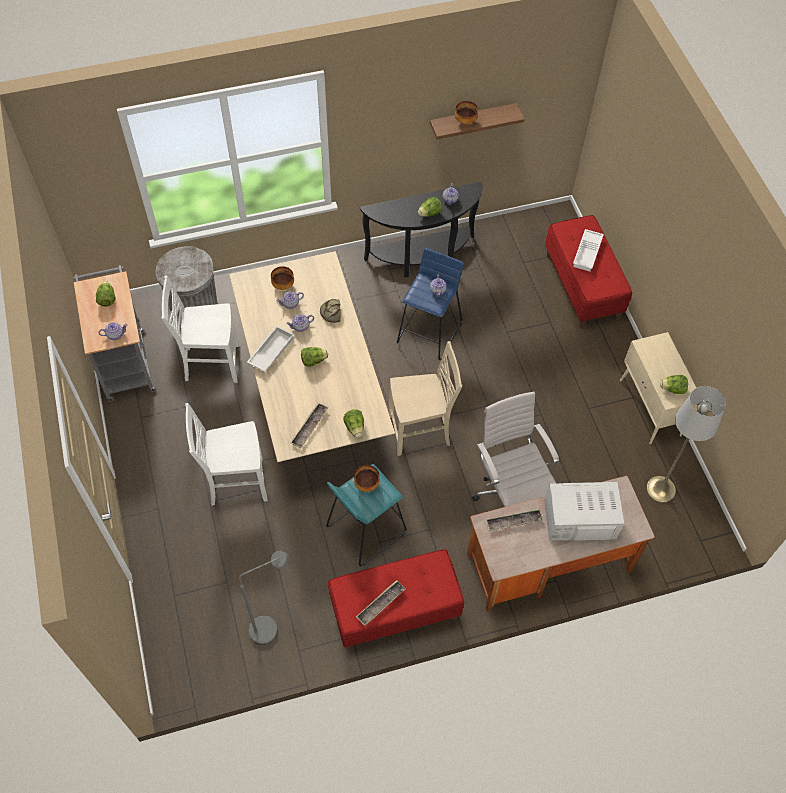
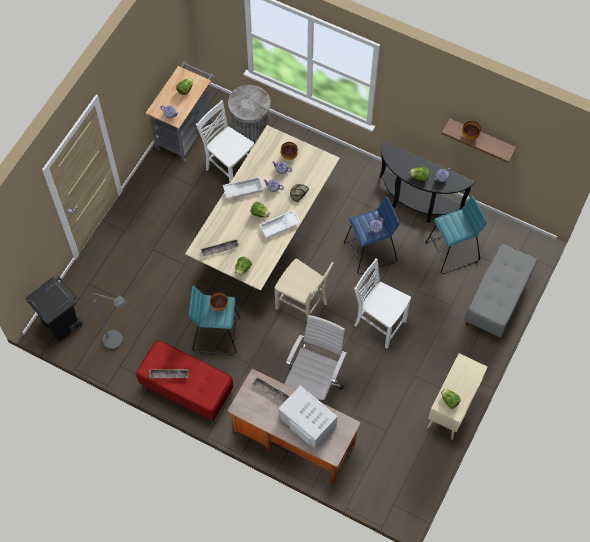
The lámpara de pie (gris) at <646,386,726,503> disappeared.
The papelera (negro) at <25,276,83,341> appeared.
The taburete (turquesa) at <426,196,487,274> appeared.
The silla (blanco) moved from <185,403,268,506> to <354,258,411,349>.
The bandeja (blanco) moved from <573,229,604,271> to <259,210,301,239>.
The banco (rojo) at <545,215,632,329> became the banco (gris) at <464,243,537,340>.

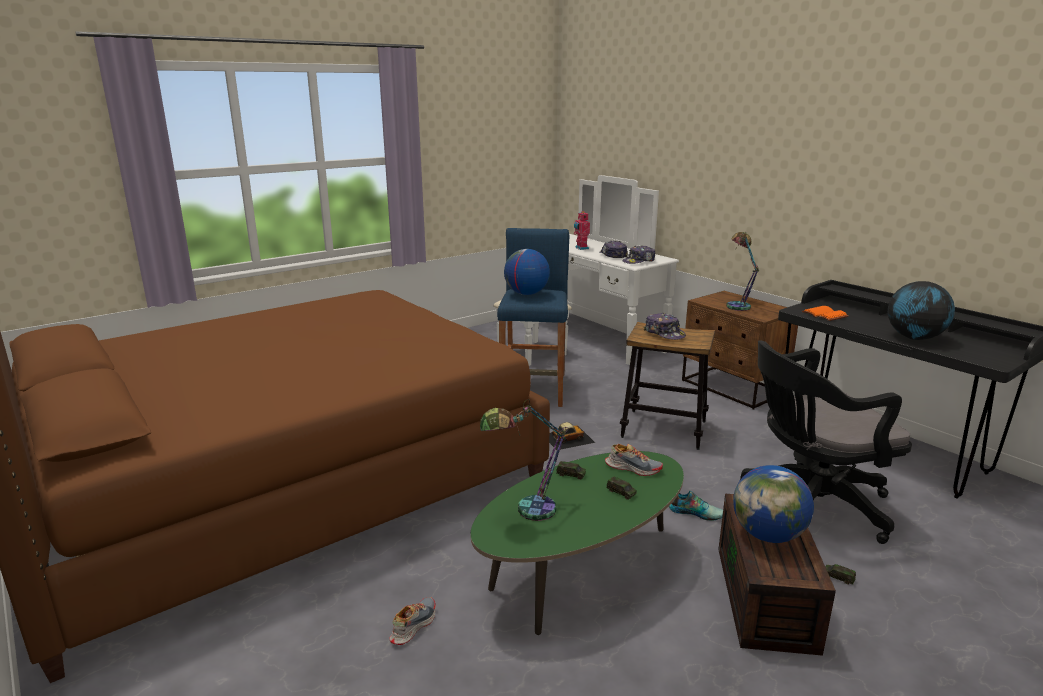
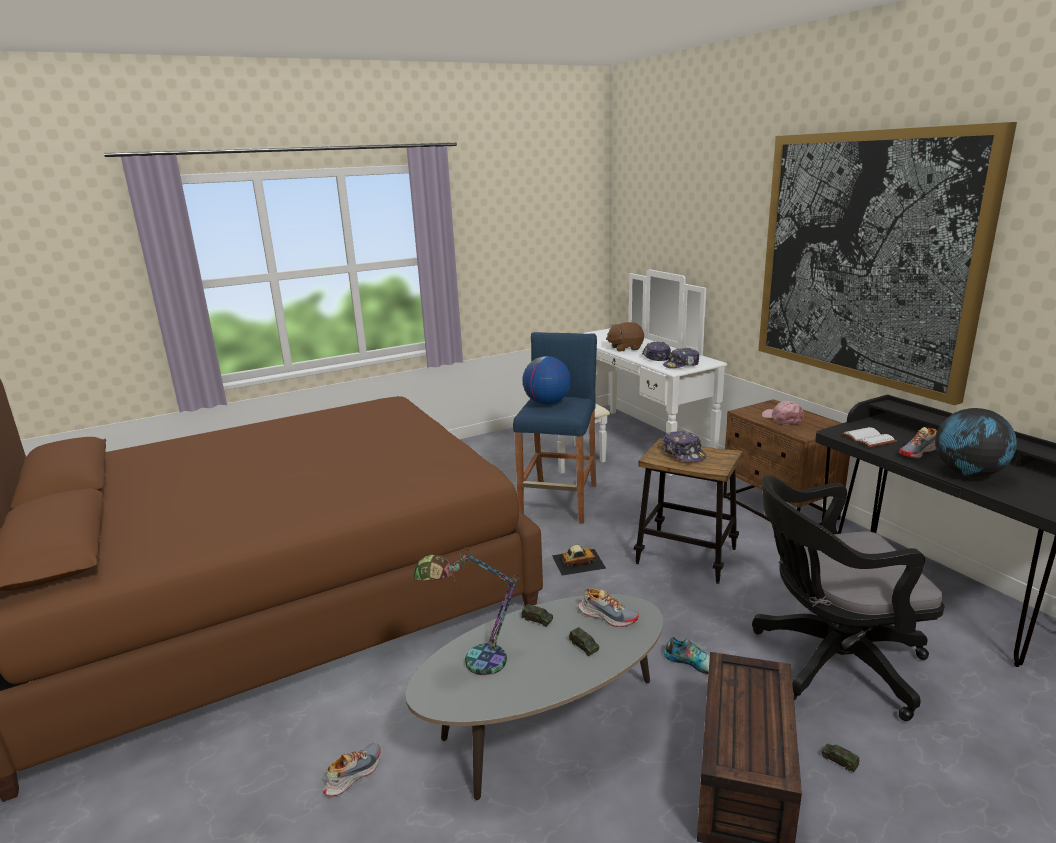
The globo terráqueo at <733,465,814,543> disappeared.
The cuadro at <758,122,1017,405> appeared.
The zapato at <899,427,937,458> appeared.
The robot de juguete at <574,211,590,250> was replaced by the peluche (marrón) at <606,322,644,352>.
The lámpara de mesa at <726,232,759,311> was replaced by the gorra (rosa) at <762,401,804,425>.
The mesa de centro (verde) at <470,451,684,635> became the mesa de centro (gris) at <405,594,663,800>.
The libro (naranja) at <802,306,849,321> became the libro (blanco) at <842,427,897,447>.

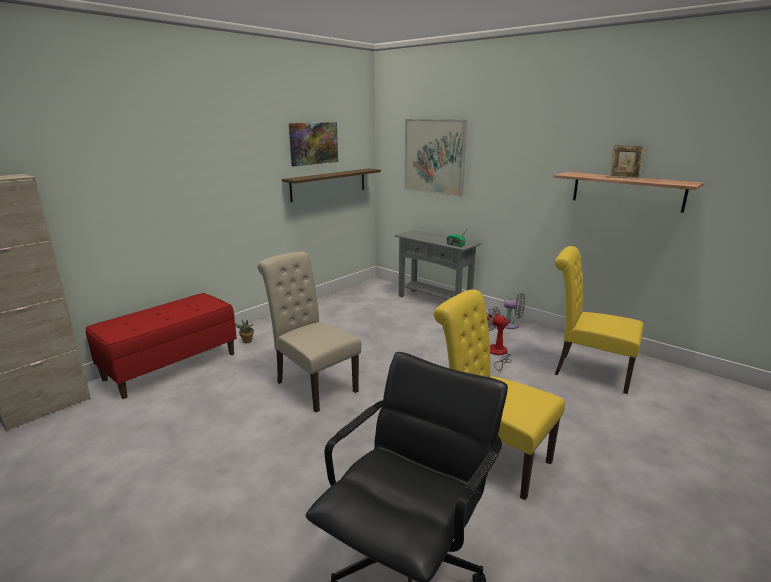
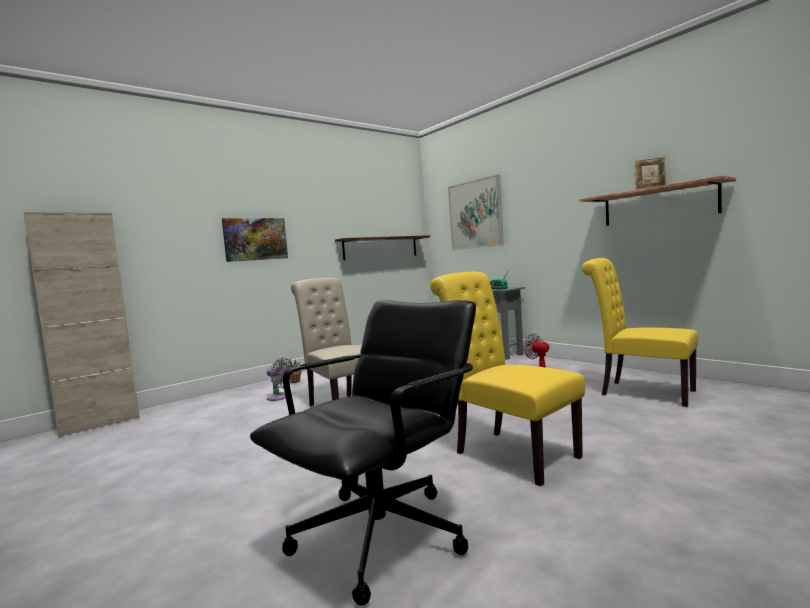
The banco (rojo) at <86,293,237,399> disappeared.
The cuadro moved from <289,122,338,166> to <222,218,288,262>.
The ventilador (gris) moved from <504,293,525,329> to <267,358,294,401>.

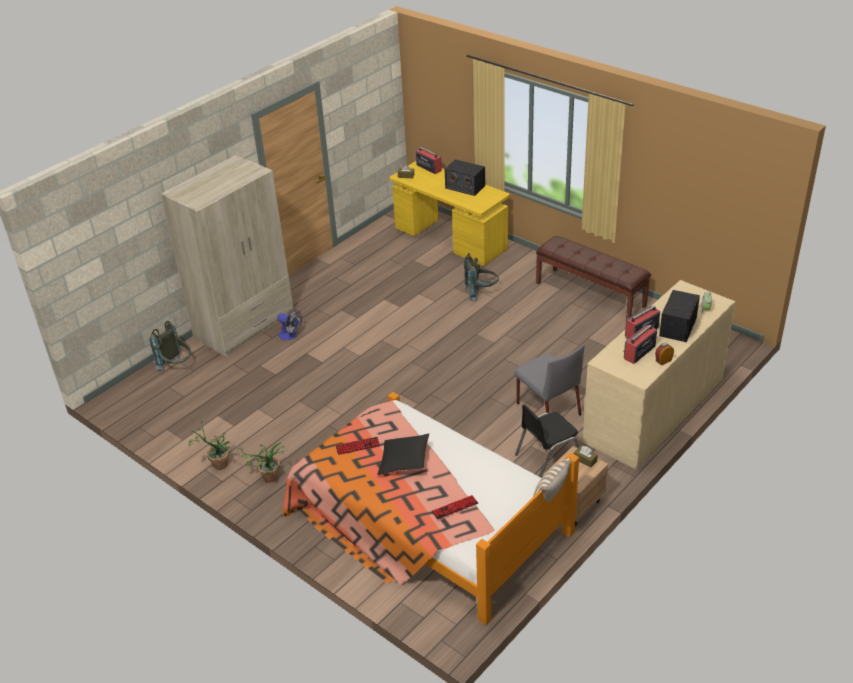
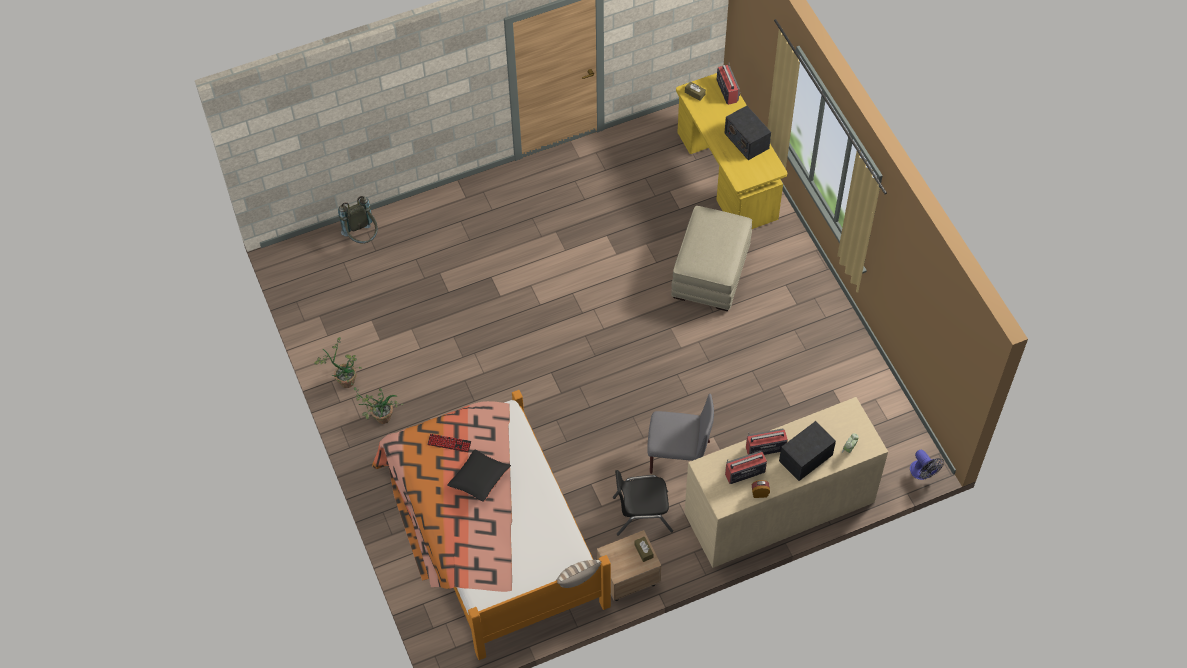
The armario ropero (beis) at <161,155,294,357> disappeared.
The teclado at <432,495,478,519> disappeared.
The banco (marrón) at <536,236,651,319> disappeared.
The ventilador moved from <277,310,302,340> to <910,450,944,480>.
The mochila (gris) at <464,253,499,301> was replaced by the puf (beis) at <671,206,752,311>.
The silla (gris) at <514,345,584,416> turned 75 degrees counterclockwise.

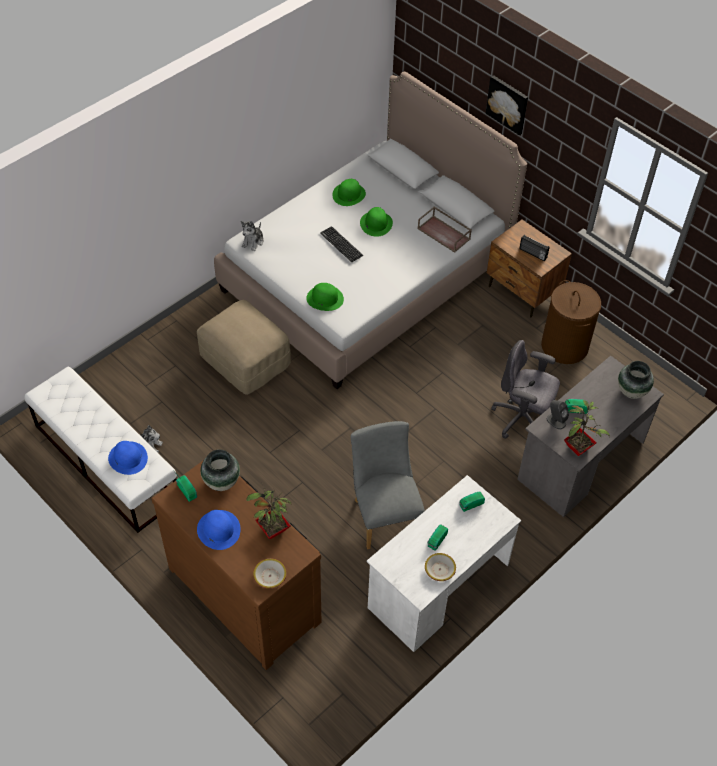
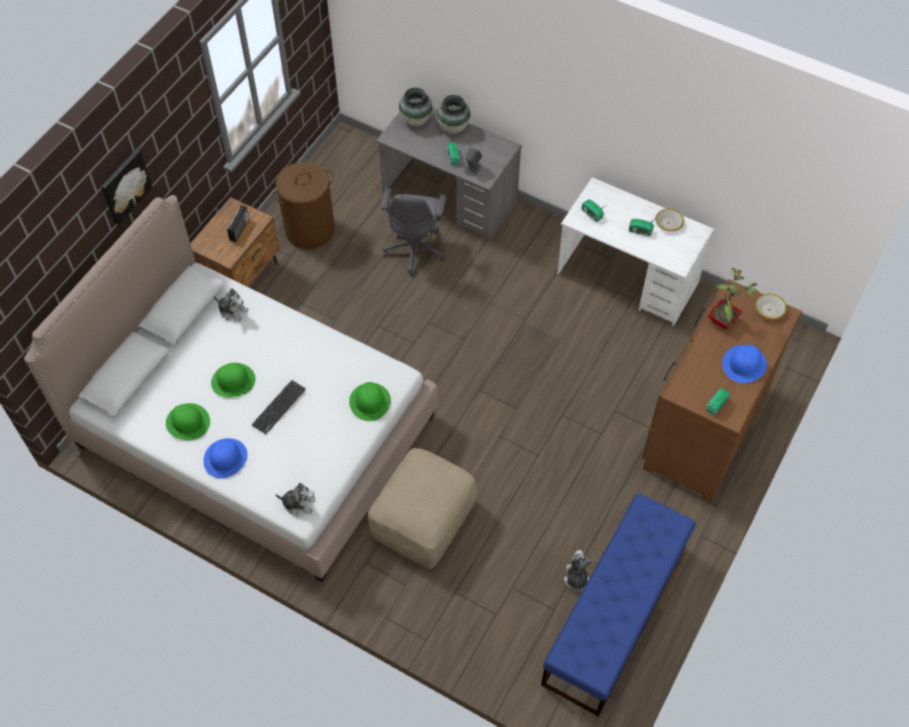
The silla (gris) at <351,421,425,549> disappeared.
The planta en maceta at <564,400,610,456> disappeared.
The sombrero (azul) moved from <108,441,148,475> to <204,438,247,478>.
The florero moved from <200,449,240,491> to <437,95,471,133>.
The bandeja (marrón) at <417,207,472,253> was replaced by the peluche at <213,288,249,322>.
The banco (blanco) at <24,367,177,533> became the banco (azul) at <541,493,696,717>.

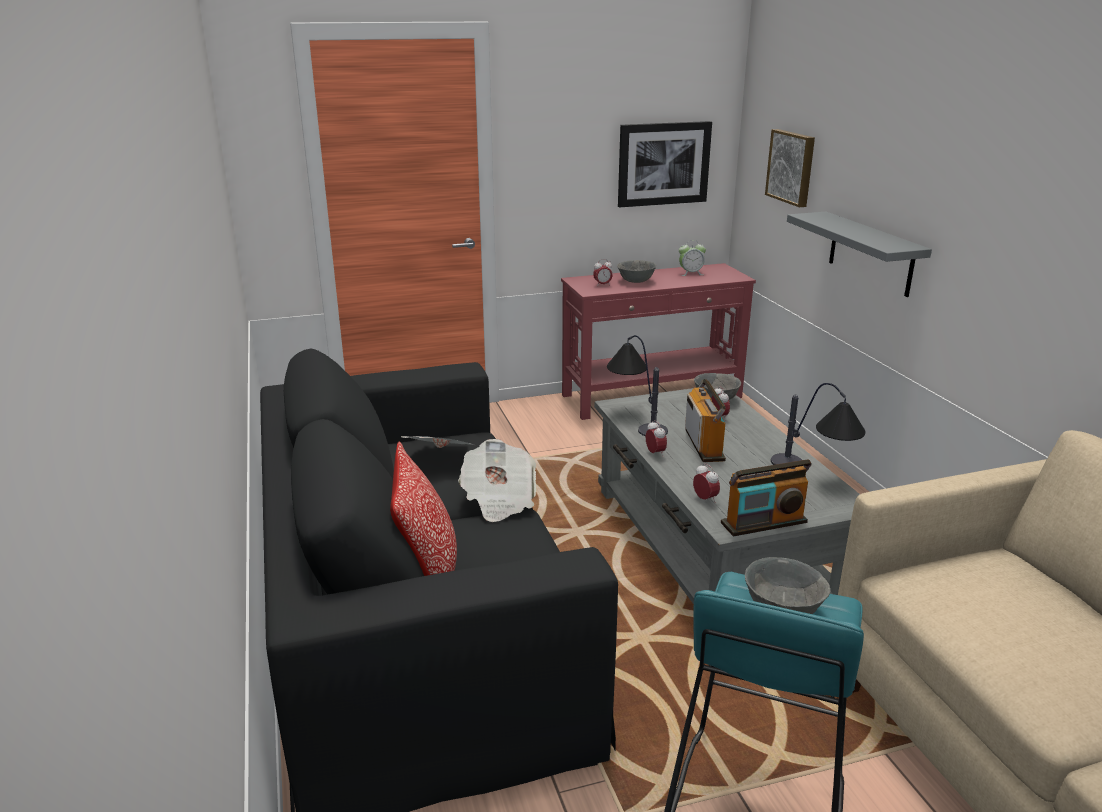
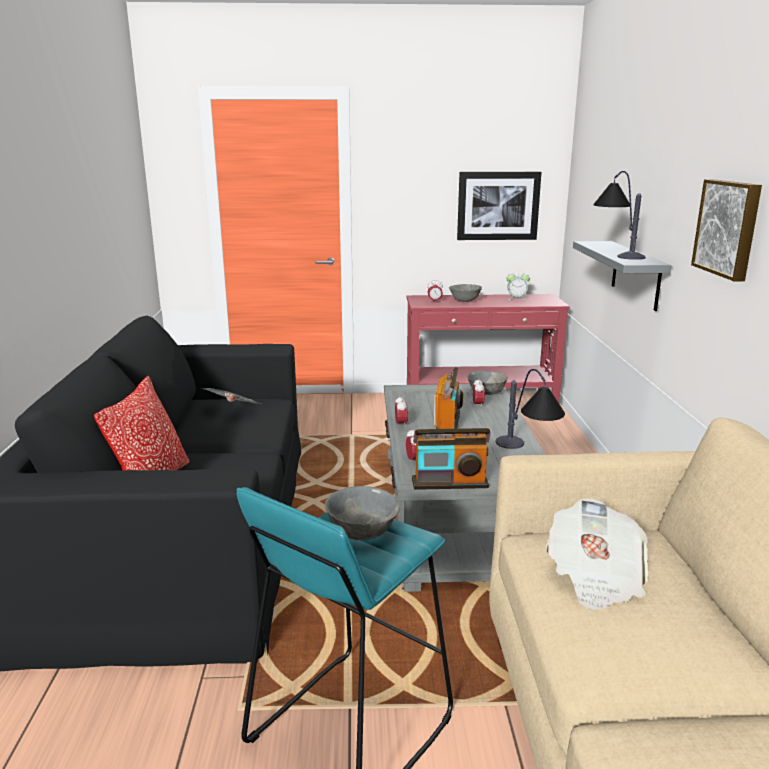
The periódico moved from <458,439,536,522> to <546,498,648,610>.
The lámpara de mesa moved from <607,335,668,436> to <593,171,646,260>.
The cuadro moved from <765,129,815,207> to <691,179,762,281>.

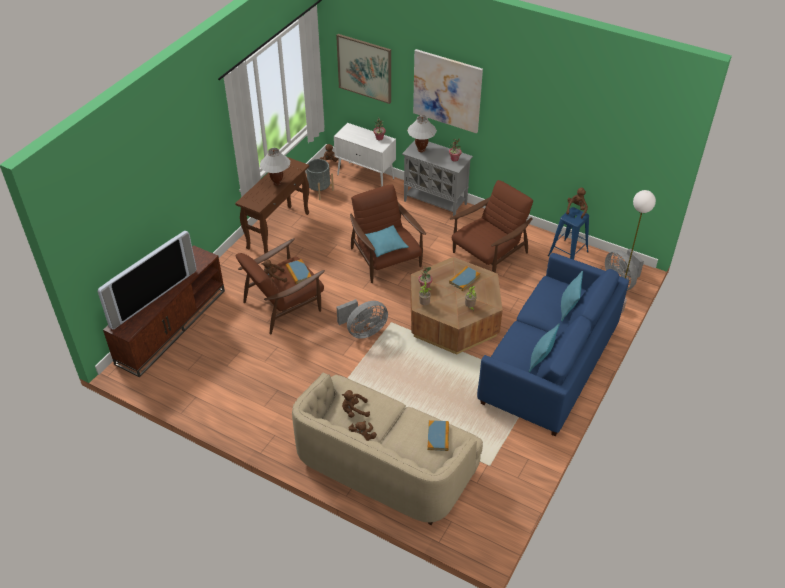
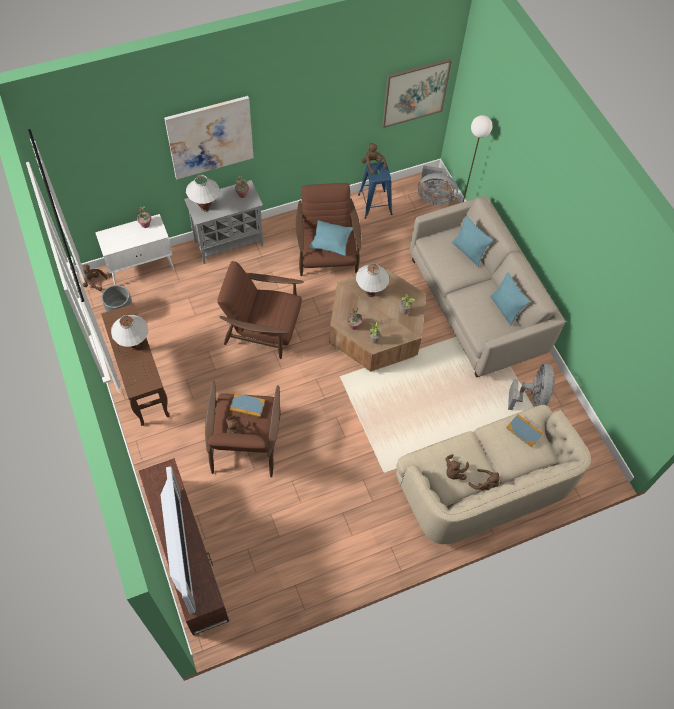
The cuadro moved from <336,34,391,104> to <382,59,452,128>.
The ventilador (gris) moved from <337,299,388,339> to <508,363,555,410>.
The cojín (turquesa) moved from <365,225,409,257> to <309,220,353,256>.
The libro at <449,266,480,291> was replaced by the lámpara de mesa (blanco) at <356,263,389,297>.
The sofá (azul) at <477,253,629,437> became the sofá (beis) at <410,196,565,378>.

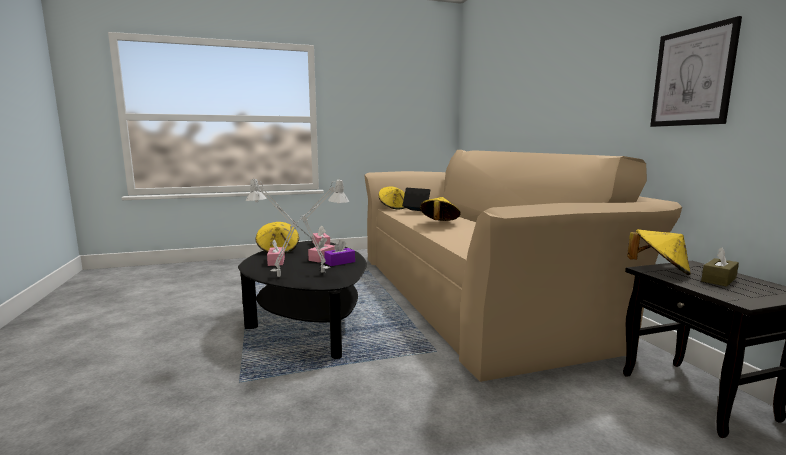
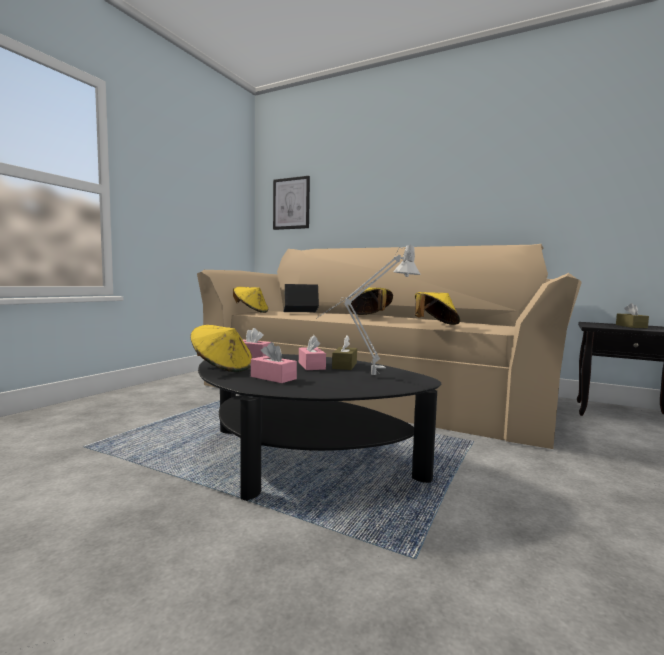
The lámpara de mesa (gris) at <245,177,313,277> disappeared.
The sombrero (amarillo) moved from <627,229,691,275> to <415,292,460,325>.
The cuadro moved from <650,16,742,127> to <273,176,310,230>.
The caja de pañuelos (morado) at <324,240,355,266> became the caja de pañuelos (marrón) at <332,335,357,370>.

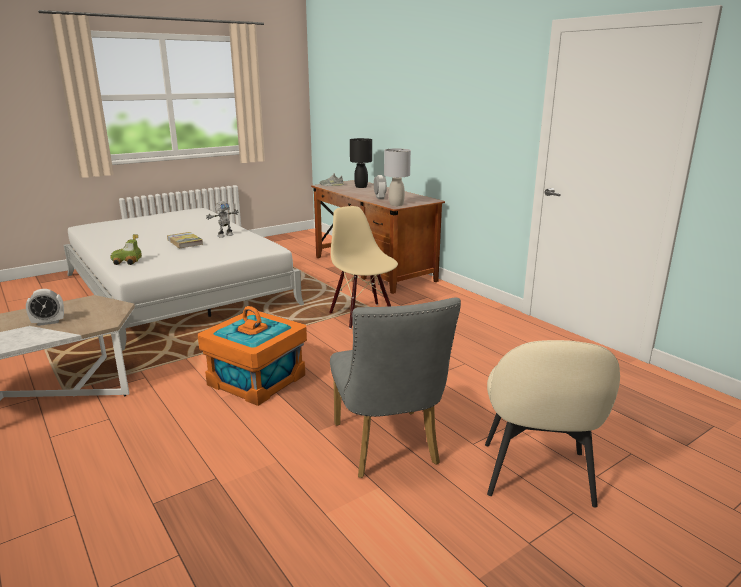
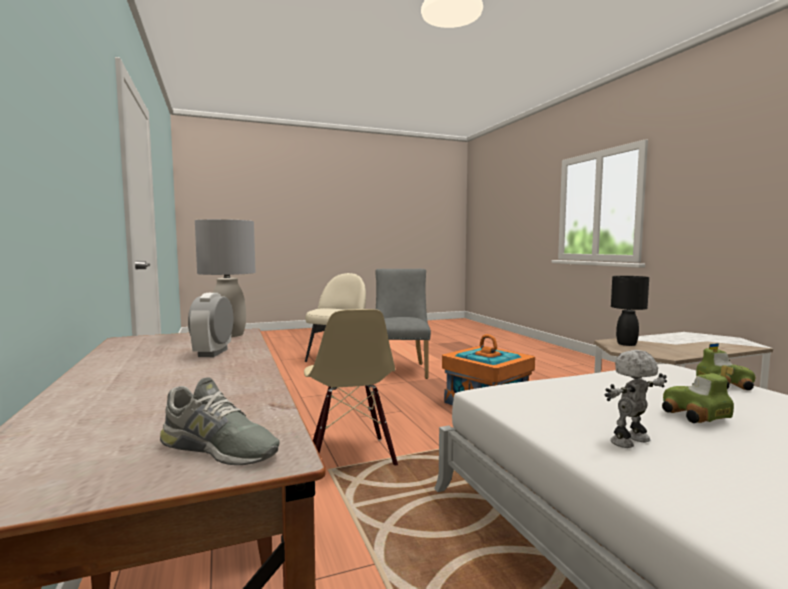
The despertador at <26,289,64,326> disappeared.
The lámpara de mesa (negro) moved from <350,138,372,188> to <611,276,649,346>.
The libro at <167,232,203,249> was replaced by the coche de juguete at <662,365,734,423>.

